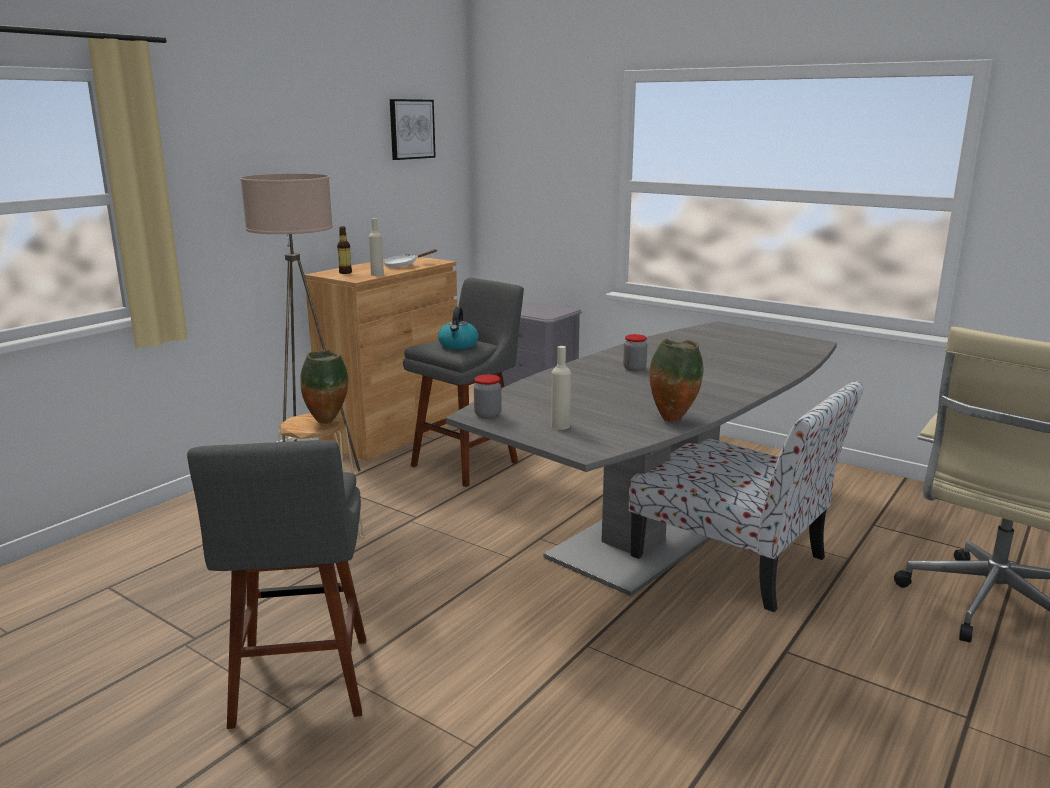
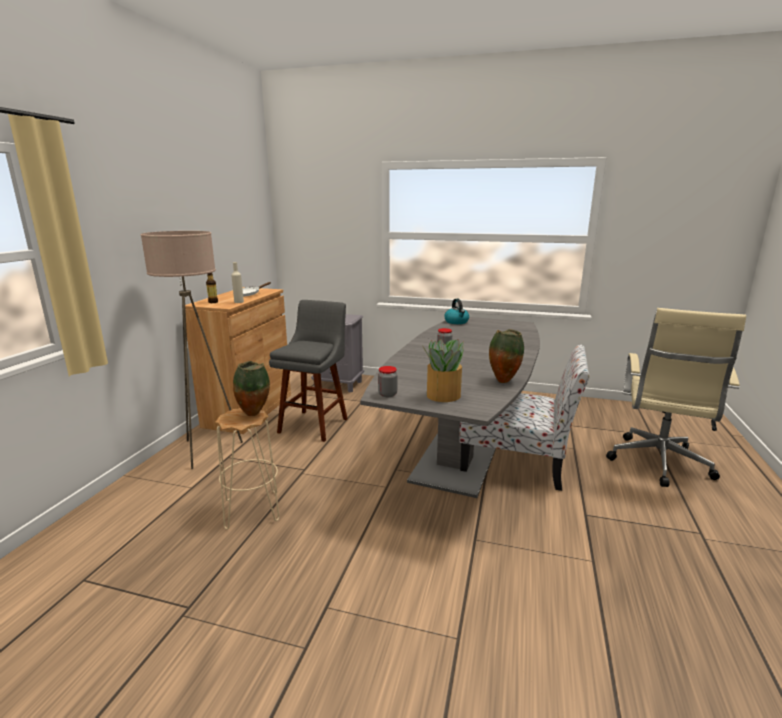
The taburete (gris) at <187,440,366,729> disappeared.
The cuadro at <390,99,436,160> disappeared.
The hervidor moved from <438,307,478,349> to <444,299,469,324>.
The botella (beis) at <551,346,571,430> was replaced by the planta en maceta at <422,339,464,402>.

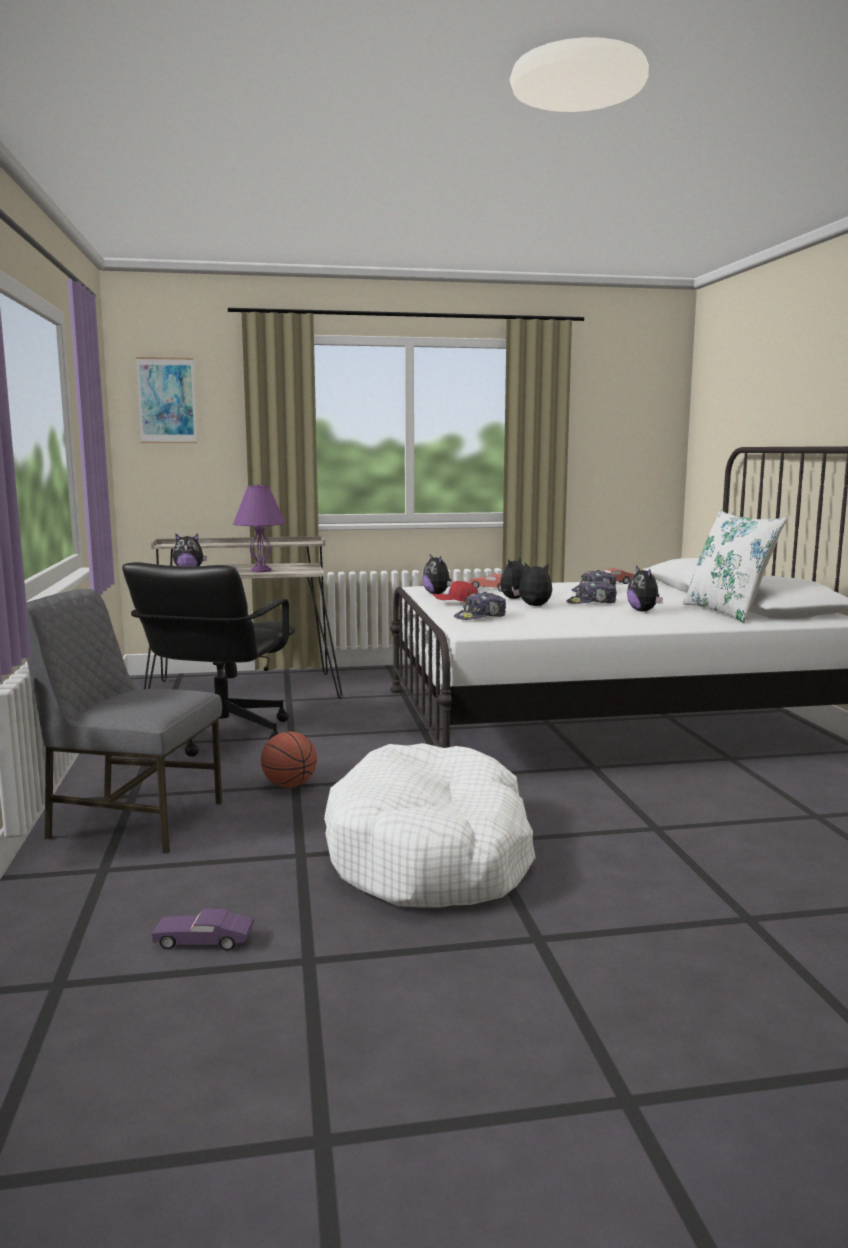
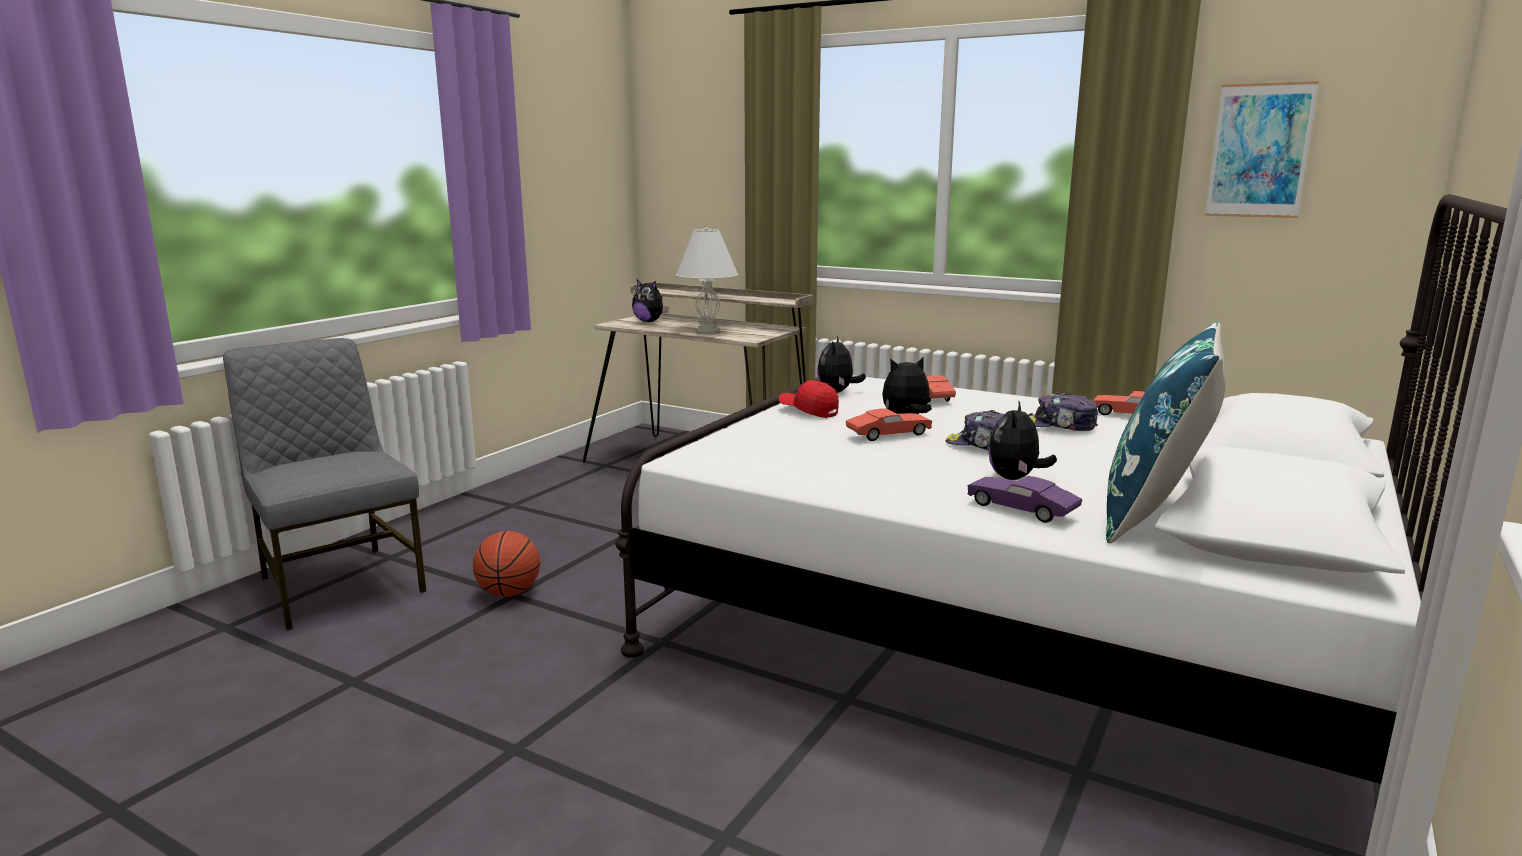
The silla de oficina (negro) at <122,562,295,757> disappeared.
The cama para perro (blanco) at <324,743,535,907> disappeared.
The gorra at <454,592,506,620> disappeared.
The cuadro moved from <136,357,197,443> to <1205,81,1319,218>.
The coche de juguete (morado) moved from <152,908,254,951> to <967,476,1082,523>.
The peluche at <513,563,552,606> was replaced by the coche de juguete (rojo) at <845,408,932,441>.
The lámpara de mesa (morado) at <233,484,286,572> became the lámpara de mesa (blanco) at <676,227,738,333>.
The cojín (blanco) at <682,510,787,623> became the cojín (azul) at <1106,322,1226,544>.

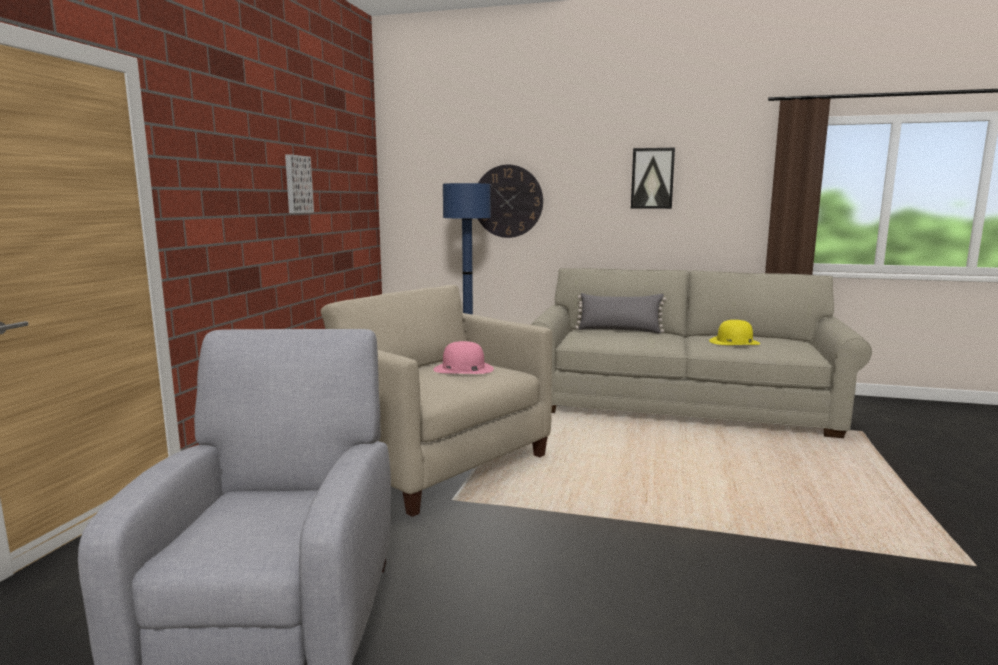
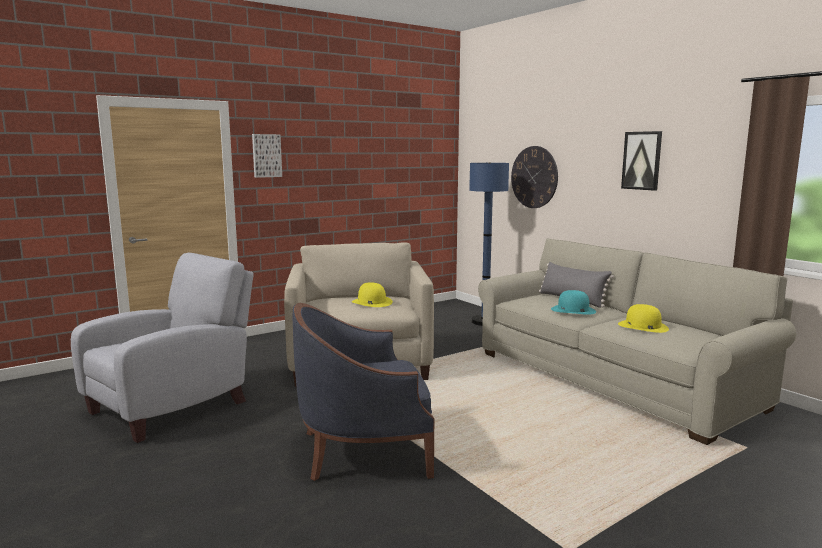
The sillón (azul) at <292,303,434,481> appeared.
The sombrero (turquesa) at <551,290,596,315> appeared.
The cuadro moved from <285,154,314,213> to <252,134,282,178>.
The sombrero (rosa) at <434,341,494,374> became the sombrero (amarillo) at <352,282,393,307>.

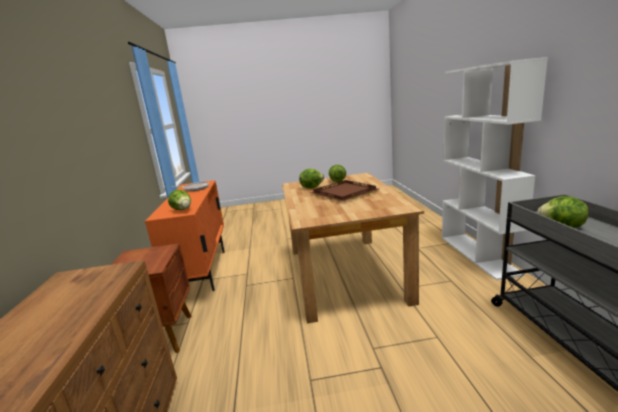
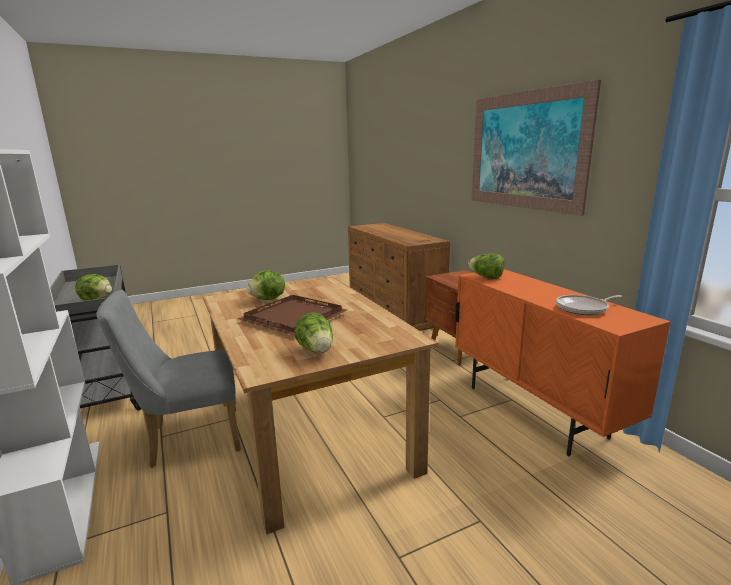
The silla (gris) at <96,290,241,468> appeared.
The cuadro at <472,79,601,216> appeared.
The lechuga moved from <299,169,324,189> to <246,270,285,300>.

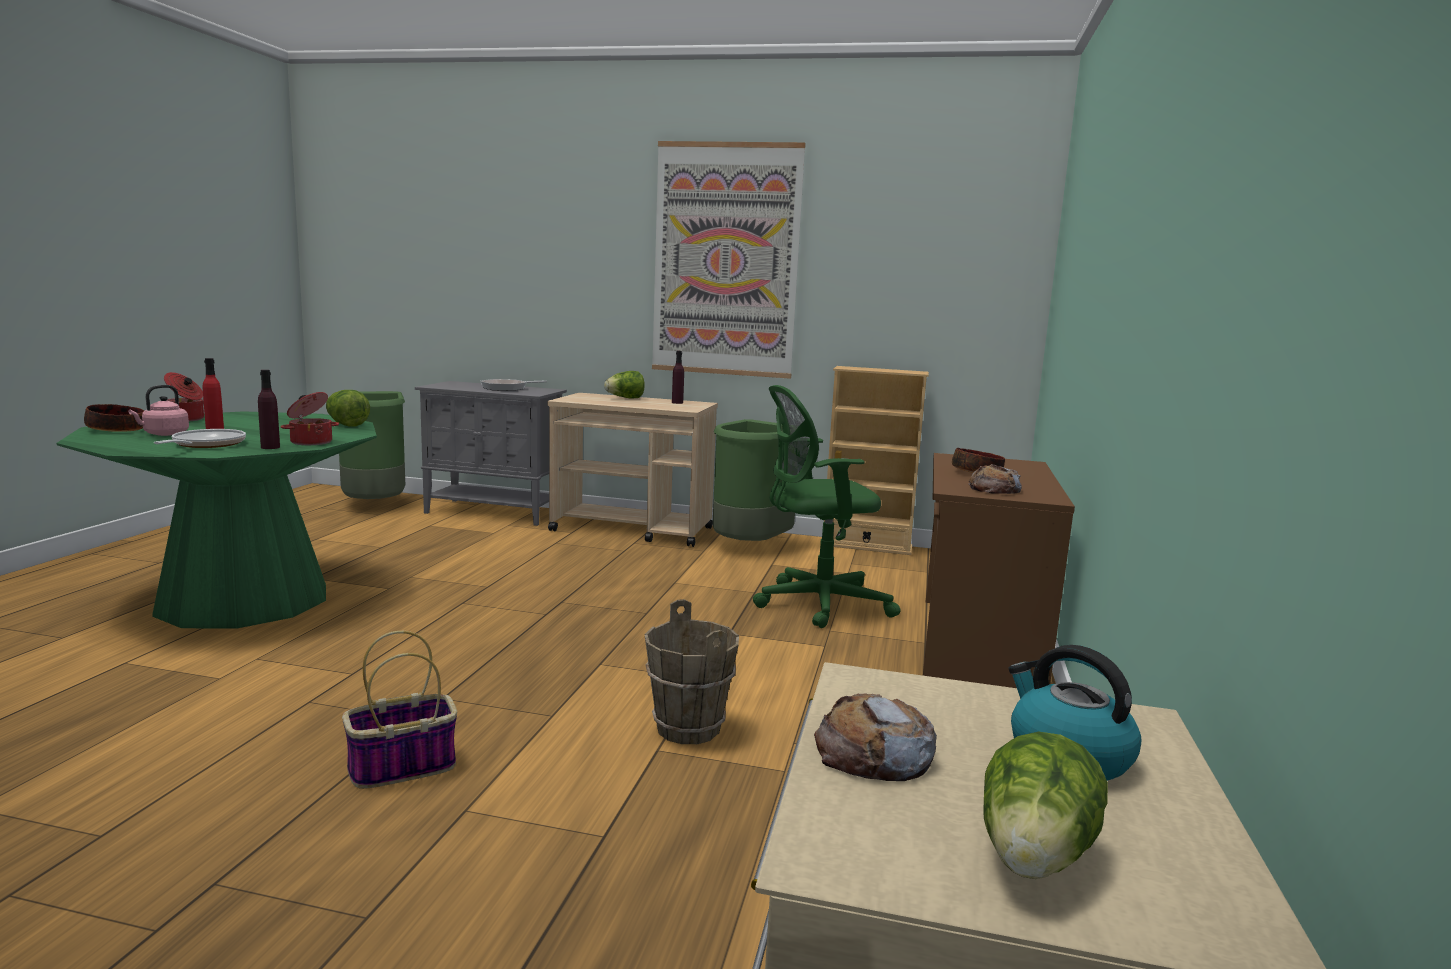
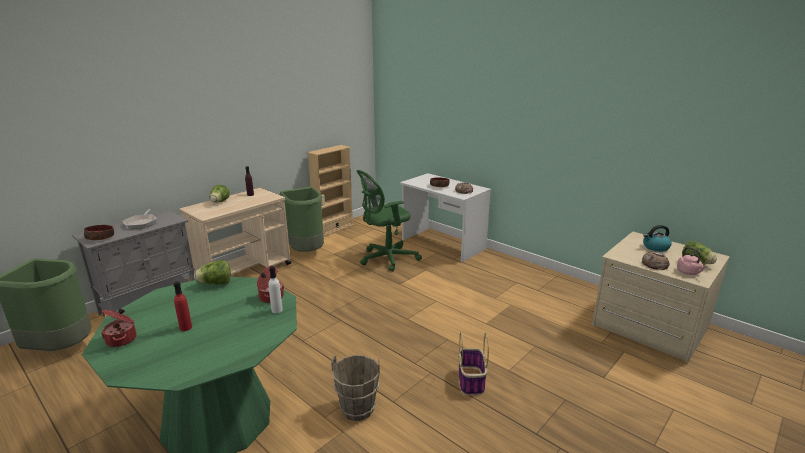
The sartén at <154,429,246,448> disappeared.
The cuadro at <652,141,806,379> disappeared.
The cuenco moved from <84,404,144,432> to <84,225,114,240>.
The hervidor (rosa) moved from <128,385,189,436> to <677,247,708,275>.
The cubo (marrón) moved from <644,599,739,744> to <331,355,380,421>.
The botella (morado) at <258,370,280,449> became the botella (blanco) at <269,266,283,313>.
The escritorio (marrón) at <923,453,1075,688> became the escritorio (blanco) at <400,173,491,262>.
The silla de oficina (verde) at <753,385,900,628> turned 45 degrees clockwise.

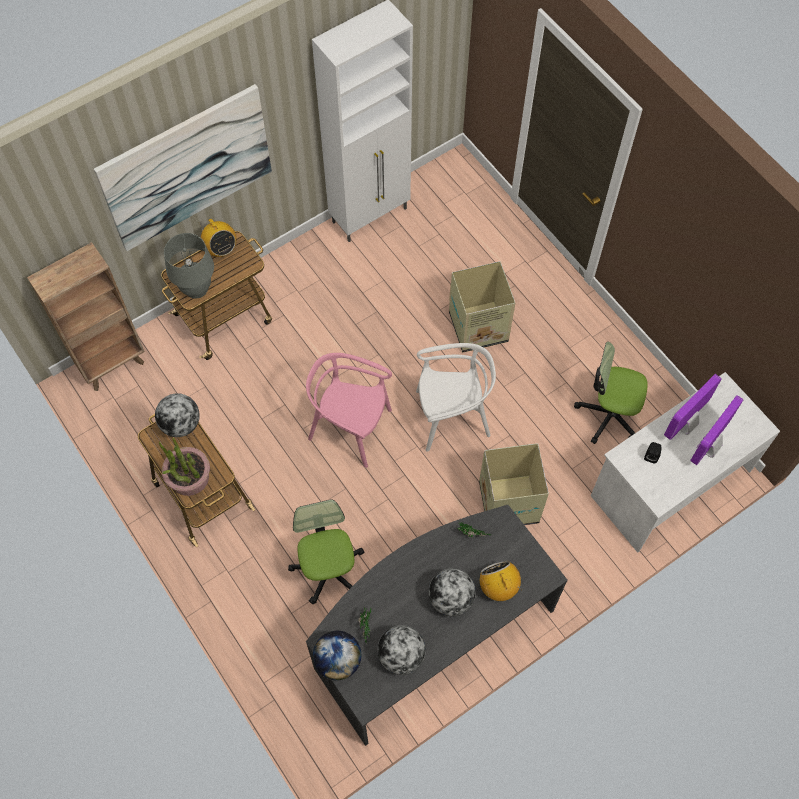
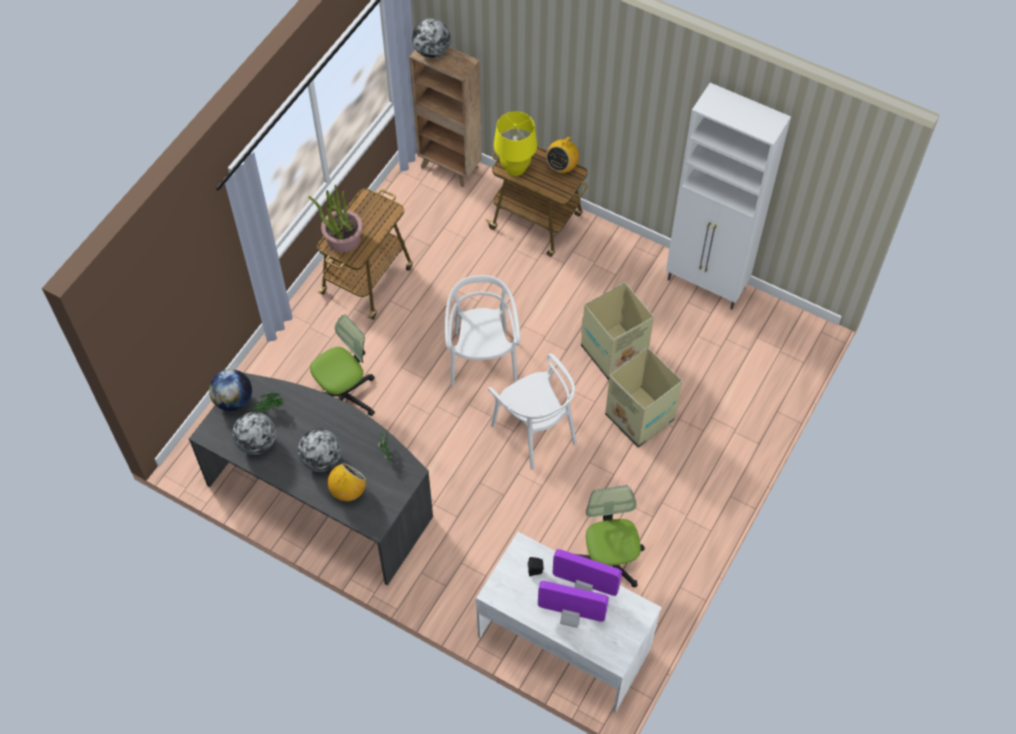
The cuadro at <94,84,272,251> disappeared.
The globo terráqueo moved from <155,393,200,437> to <412,18,451,58>.
The caja de cartón moved from <479,443,549,525> to <581,282,654,380>.
The lámpara de mesa (gris) at <164,233,214,298> became the lámpara de mesa (amarillo) at <494,111,537,176>.
The silla (rosa) at <306,353,392,468> became the silla (blanco) at <445,275,520,386>.

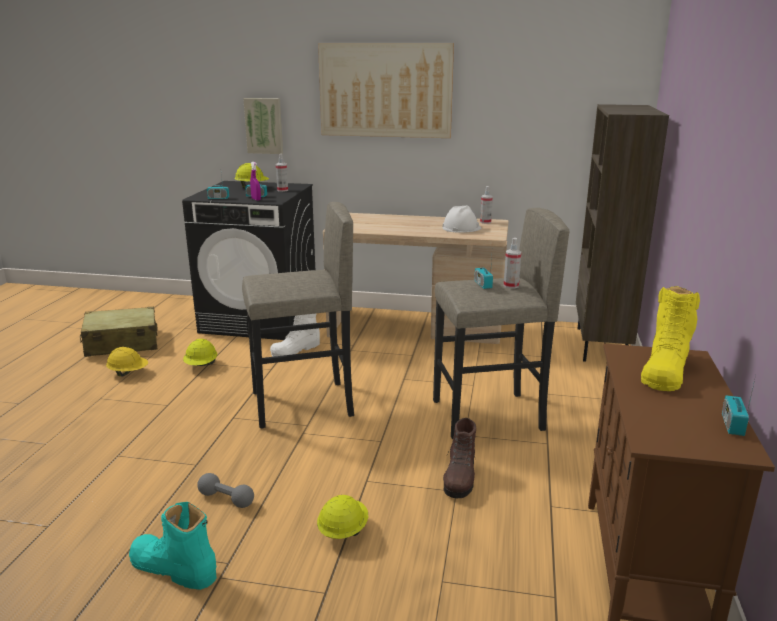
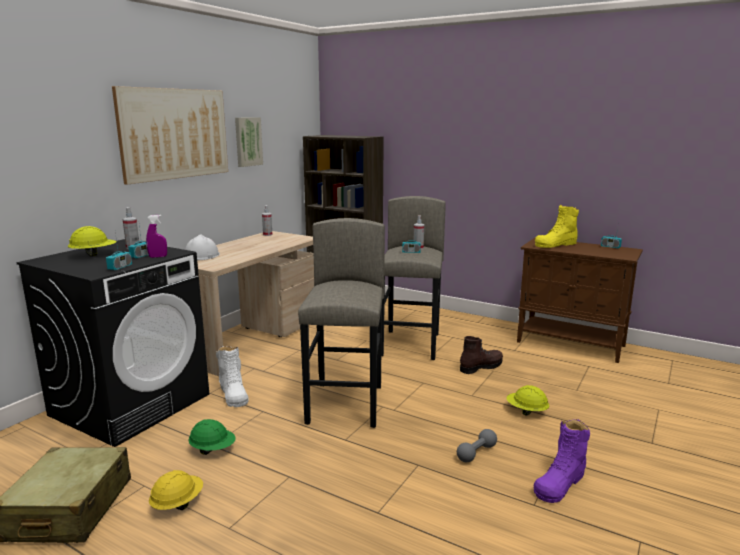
The cuadro moved from <243,98,283,154> to <235,117,263,167>.
The casco (blanco) moved from <443,205,481,233> to <185,235,220,260>.
The bota (turquesa) at <129,502,216,590> became the bota (morado) at <534,419,590,503>.
The casco (amarillo) at <183,339,217,366> became the casco (verde) at <188,419,236,455>.
The bota (marrón) at <443,418,476,498> turned 60 degrees counterclockwise.
The bota (amarillo) at <641,286,700,391> turned 105 degrees clockwise.

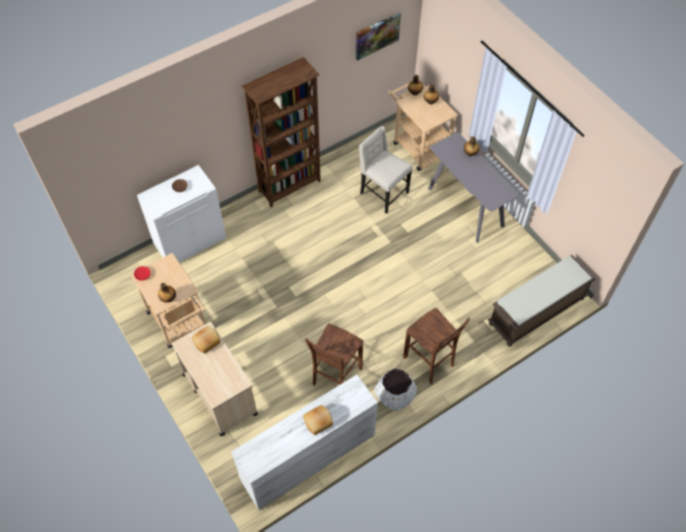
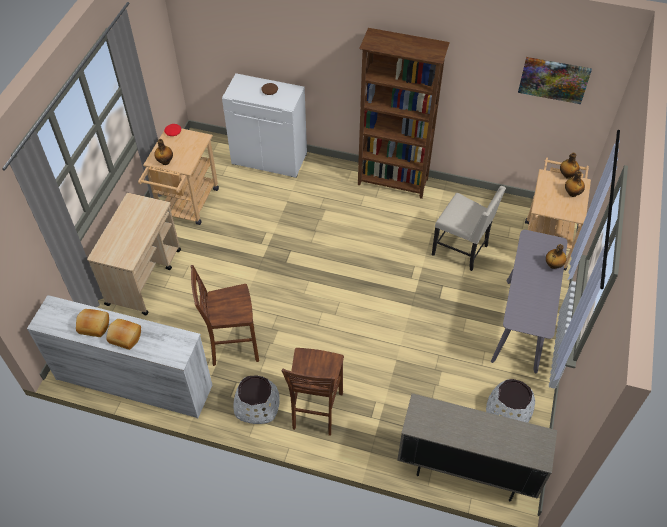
The maceta (blanco) at <486,379,535,423> appeared.
The pan moved from <192,326,220,354> to <76,309,109,337>.
The banco (marrón) at <488,255,596,347> was replaced by the armario (beis) at <397,393,557,501>.
The silla (beis) at <359,126,413,214> turned 120 degrees clockwise.

